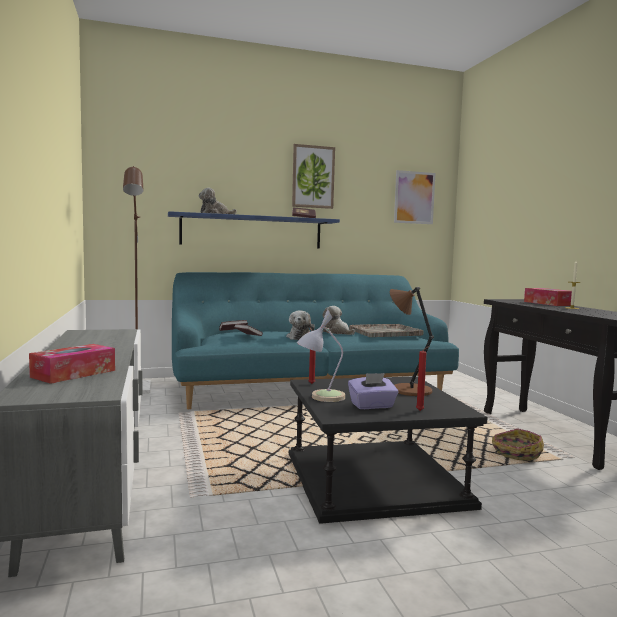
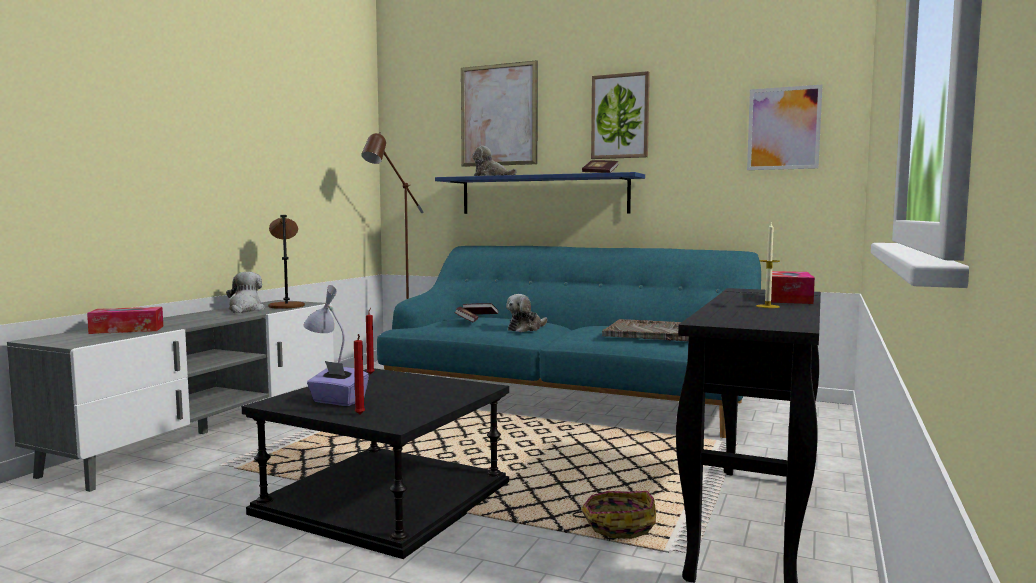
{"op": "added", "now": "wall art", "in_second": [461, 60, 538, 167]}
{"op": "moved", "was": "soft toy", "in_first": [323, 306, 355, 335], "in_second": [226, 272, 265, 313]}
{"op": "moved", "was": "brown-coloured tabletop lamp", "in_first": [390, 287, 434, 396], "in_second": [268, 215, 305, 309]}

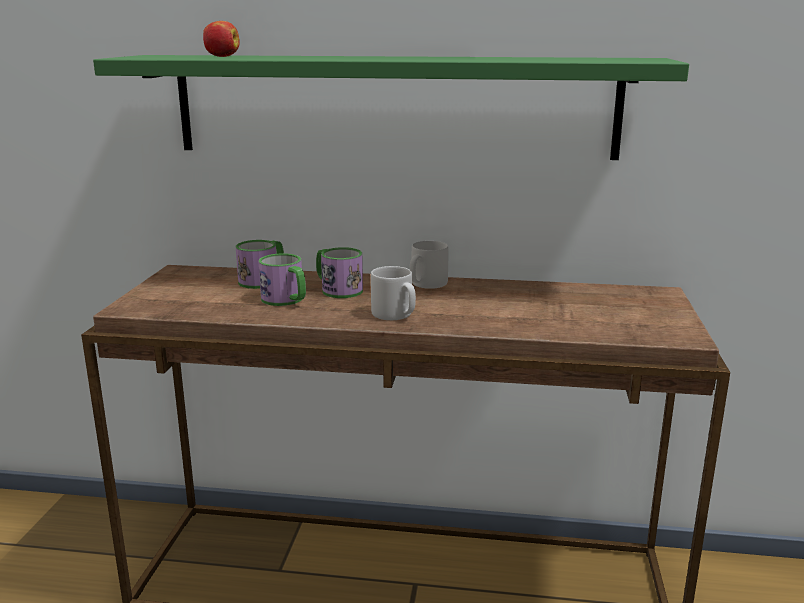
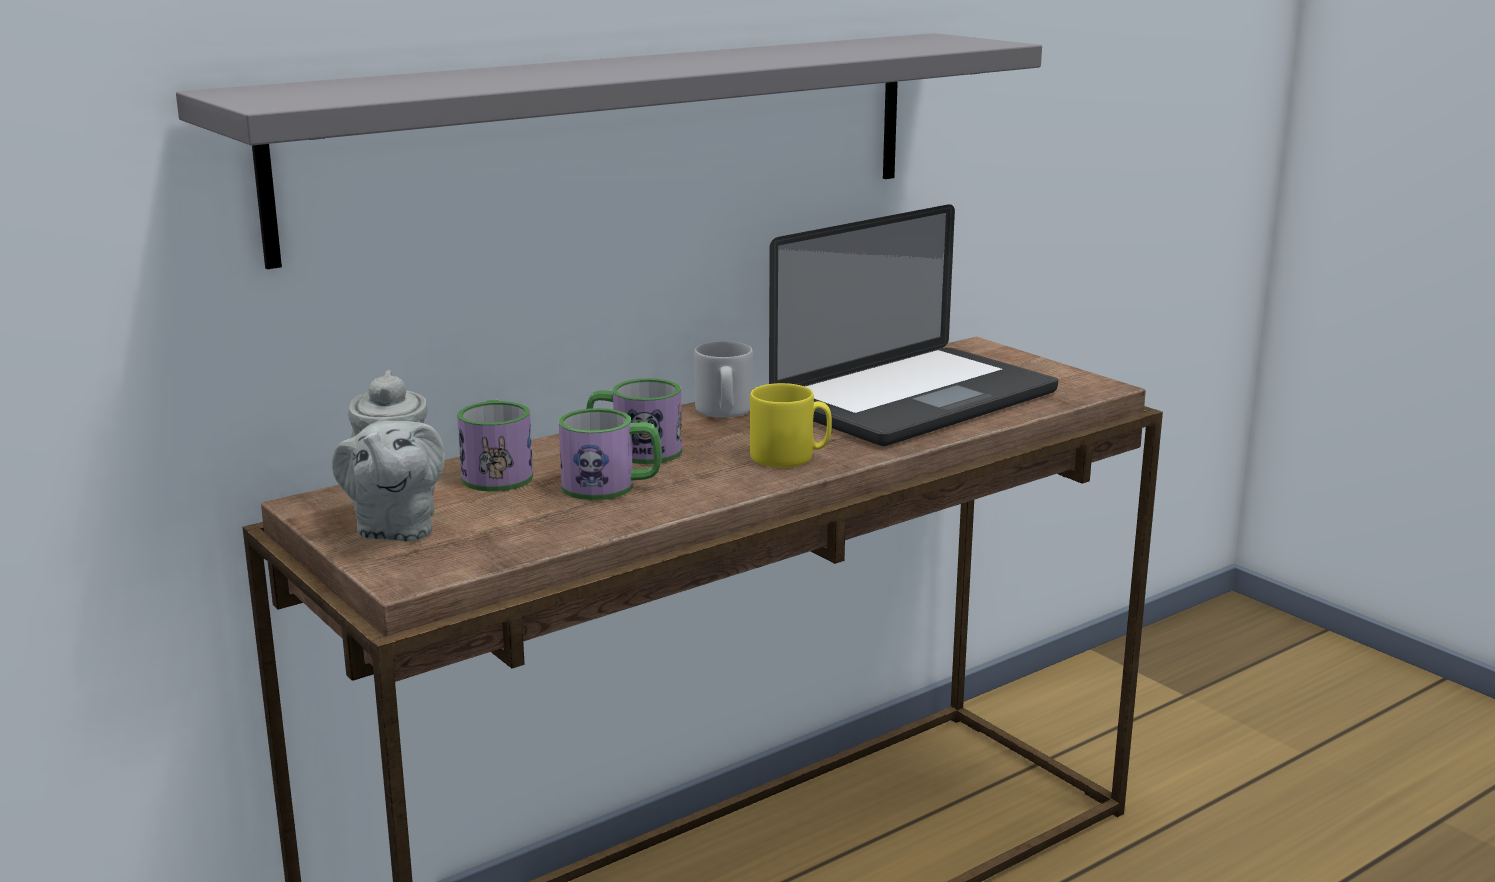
{"op": "removed", "was": "whole apple", "in_first": [203, 21, 240, 57]}
{"op": "added", "now": "greyish tea pot", "in_second": [332, 370, 445, 541]}
{"op": "added", "now": "portable computer", "in_second": [769, 204, 1058, 446]}
{"op": "recoloured", "was": "green-coloured shelf", "now": "greyish shelf", "in_first": [93, 55, 689, 160], "in_second": [176, 33, 1042, 269]}
{"op": "recoloured", "was": "greyish tea mug", "now": "yellow-coloured tea mug", "in_first": [371, 266, 416, 320], "in_second": [750, 383, 832, 468]}

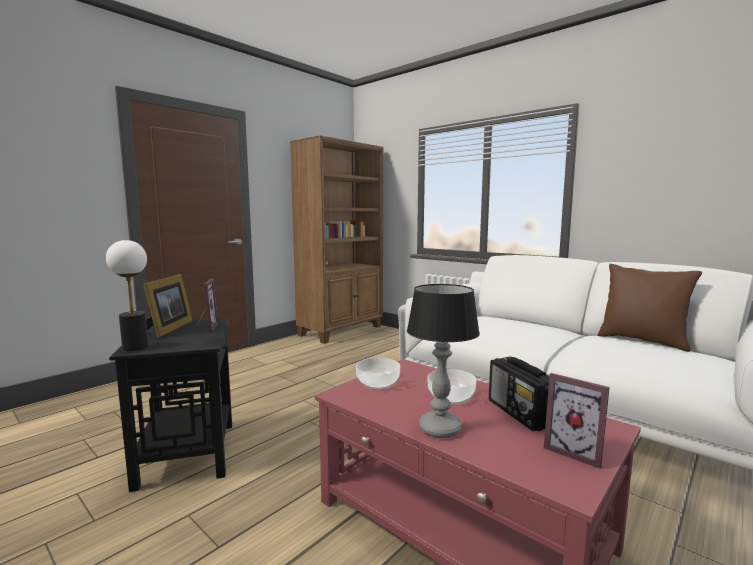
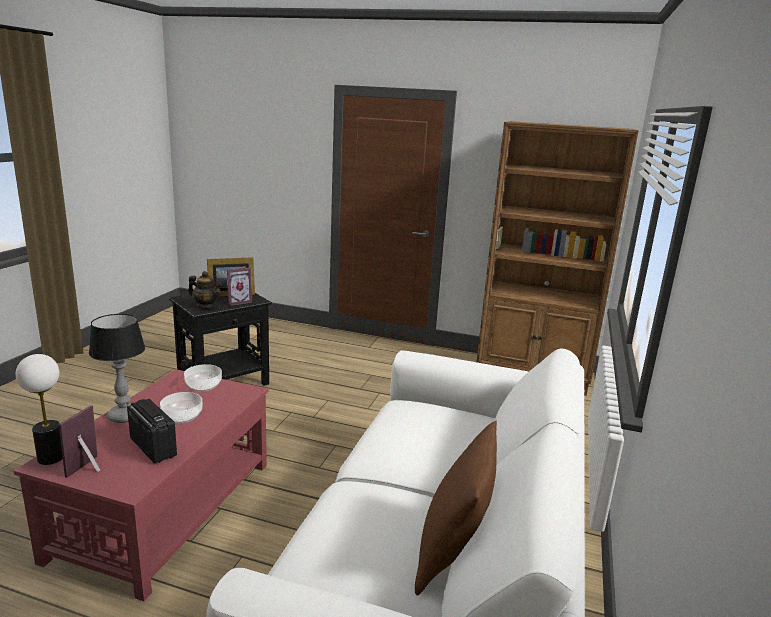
{"op": "added", "now": "tea pot", "in_second": [188, 271, 222, 309]}
{"op": "moved", "was": "tabletop lamp", "in_first": [106, 240, 148, 351], "in_second": [16, 354, 63, 465]}
{"op": "turned", "was": "radio set", "in_first": [489, 357, 550, 431], "in_second": [127, 399, 177, 464], "clockwise": 90}

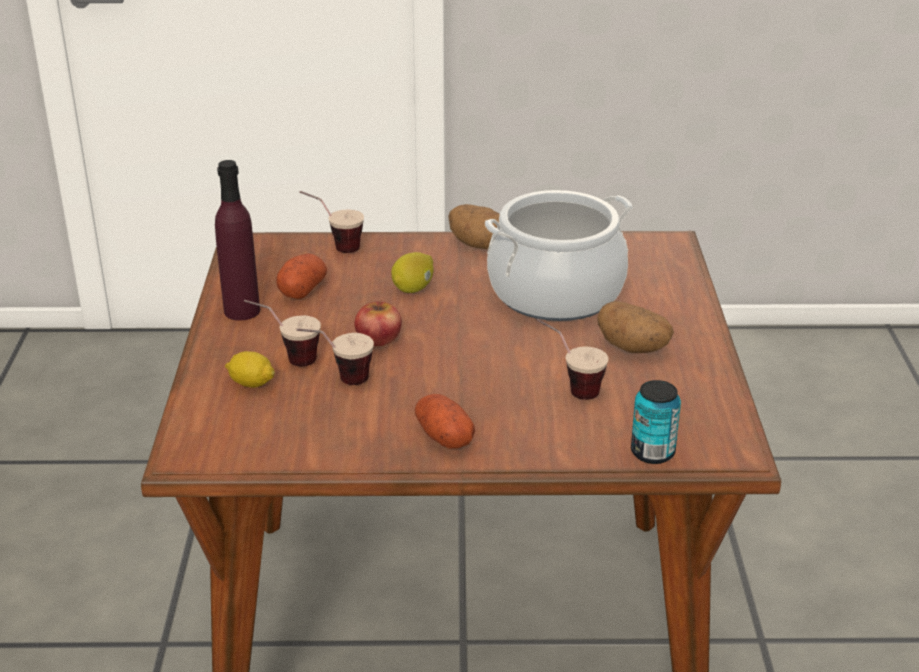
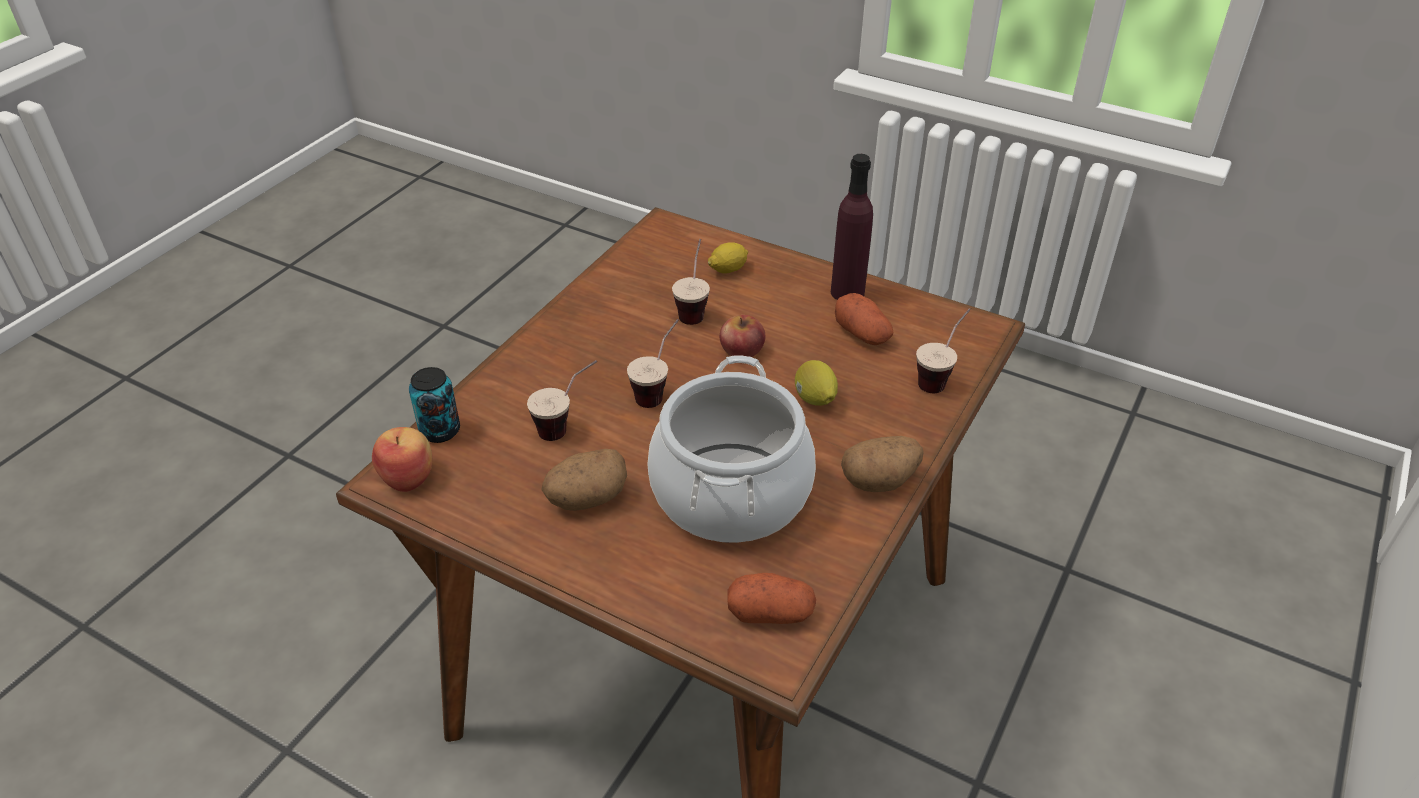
{"op": "added", "now": "whole apple", "in_second": [372, 427, 432, 492]}
{"op": "moved", "was": "drinking cup", "in_first": [244, 299, 321, 366], "in_second": [627, 319, 679, 408]}
{"op": "moved", "was": "whole potato", "in_first": [415, 394, 475, 449], "in_second": [728, 573, 816, 624]}

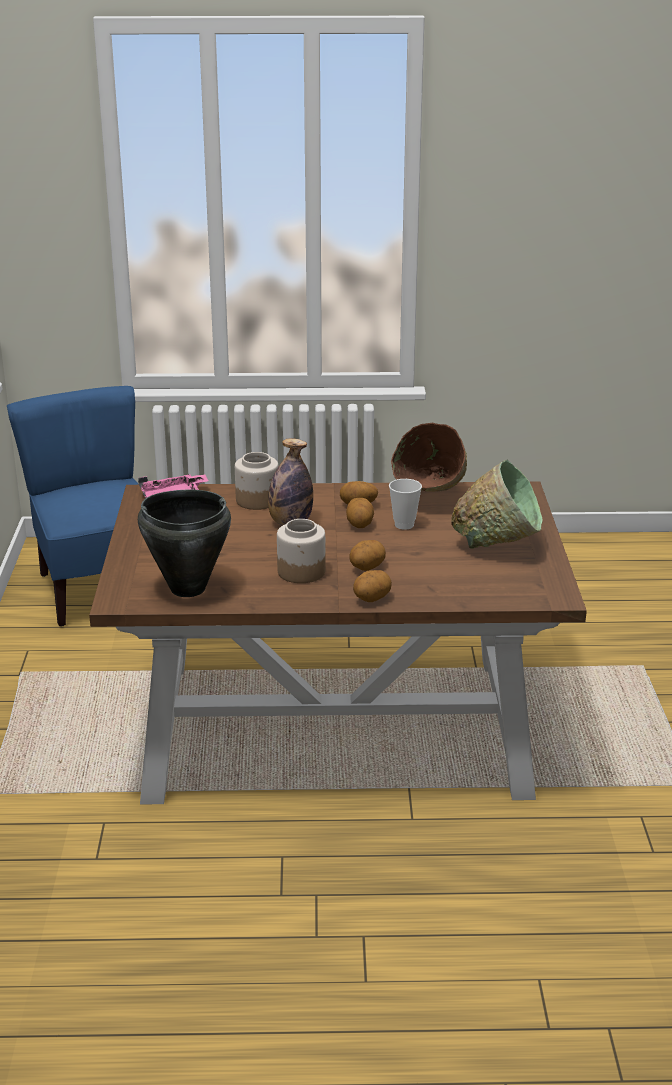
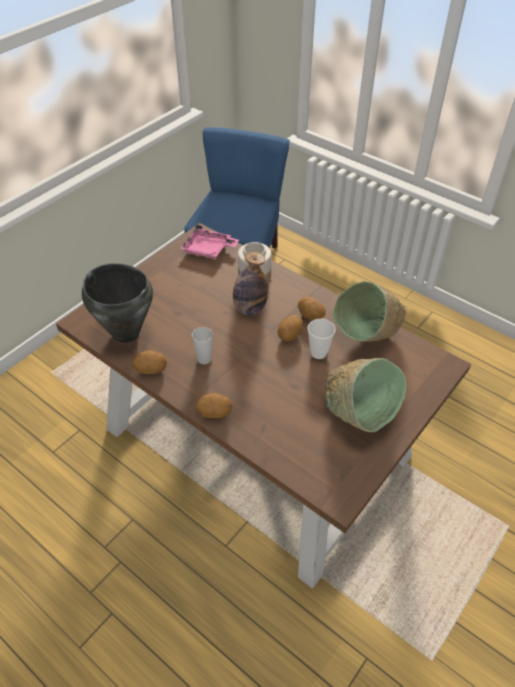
{"op": "moved", "was": "whole potato", "in_first": [349, 540, 386, 571], "in_second": [133, 350, 167, 374]}
{"op": "replaced", "was": "jar", "now": "drinking cup", "in_first": [277, 519, 325, 583], "in_second": [192, 327, 213, 364]}
{"op": "recoloured", "was": "brown-coloured bowl", "now": "green-coloured bowl", "in_first": [391, 423, 467, 492], "in_second": [333, 281, 406, 342]}

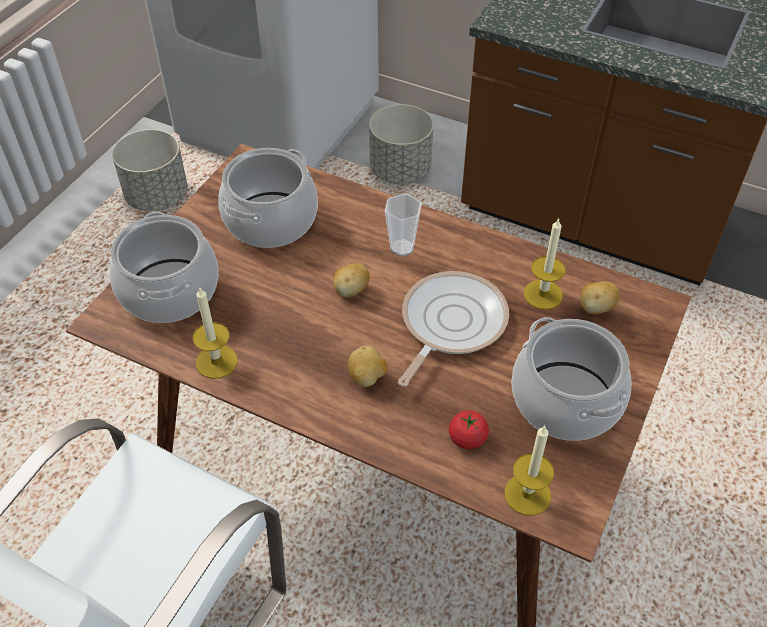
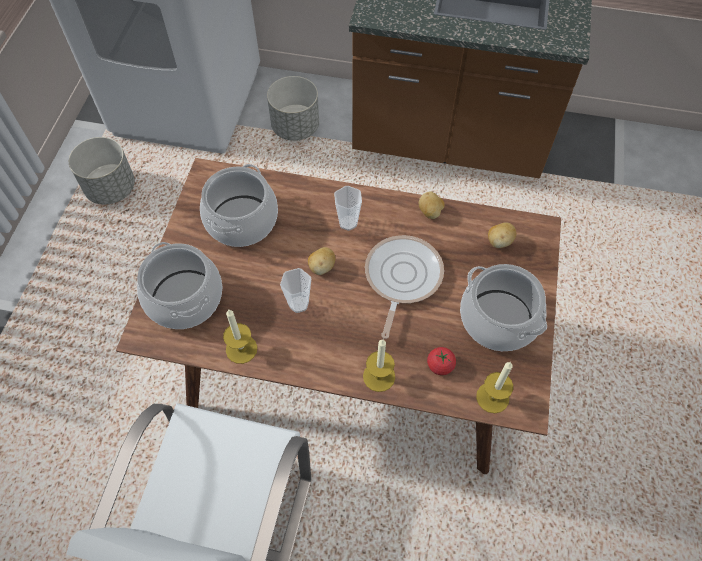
{"op": "added", "now": "drinking cup", "in_second": [280, 268, 311, 313]}
{"op": "moved", "was": "whole potato", "in_first": [348, 346, 388, 387], "in_second": [419, 191, 445, 219]}
{"op": "moved", "was": "wax light", "in_first": [524, 218, 566, 310], "in_second": [363, 339, 395, 392]}

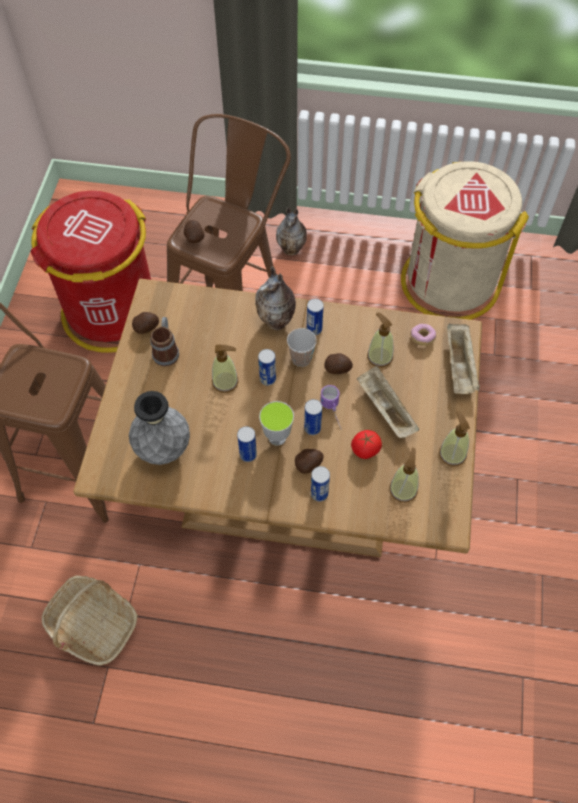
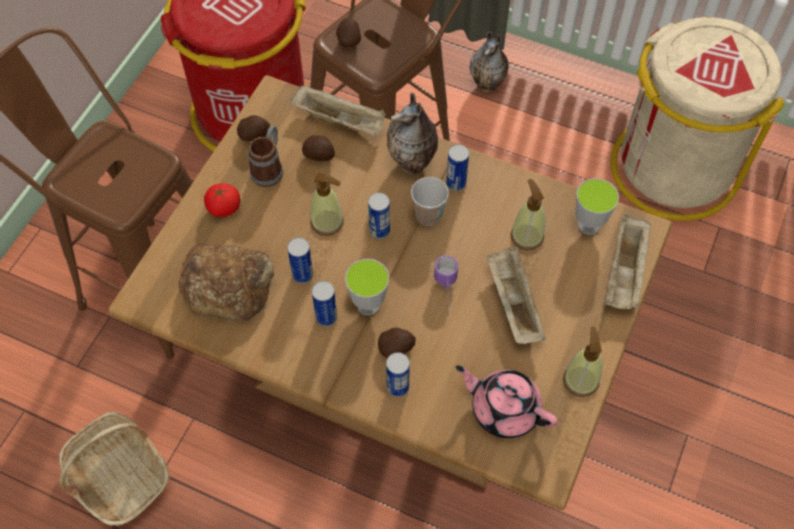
{"op": "added", "now": "sand-coloured tray", "in_second": [290, 84, 386, 136]}
{"op": "moved", "was": "metal can", "in_first": [304, 399, 322, 435], "in_second": [287, 238, 313, 284]}
{"op": "moved", "was": "whole potato", "in_first": [325, 353, 353, 374], "in_second": [302, 135, 335, 161]}
{"op": "moved", "was": "tomato", "in_first": [351, 430, 382, 459], "in_second": [204, 184, 240, 217]}
{"op": "replaced", "was": "greyish flower vase", "now": "baked bread", "in_first": [129, 391, 190, 465], "in_second": [179, 244, 274, 322]}
{"op": "replaced", "was": "soap dispenser", "now": "pinkish tea pot", "in_first": [389, 448, 419, 503], "in_second": [456, 365, 558, 438]}
{"op": "replaced", "was": "donut", "now": "drinking cup", "in_first": [410, 324, 436, 346], "in_second": [575, 178, 619, 235]}

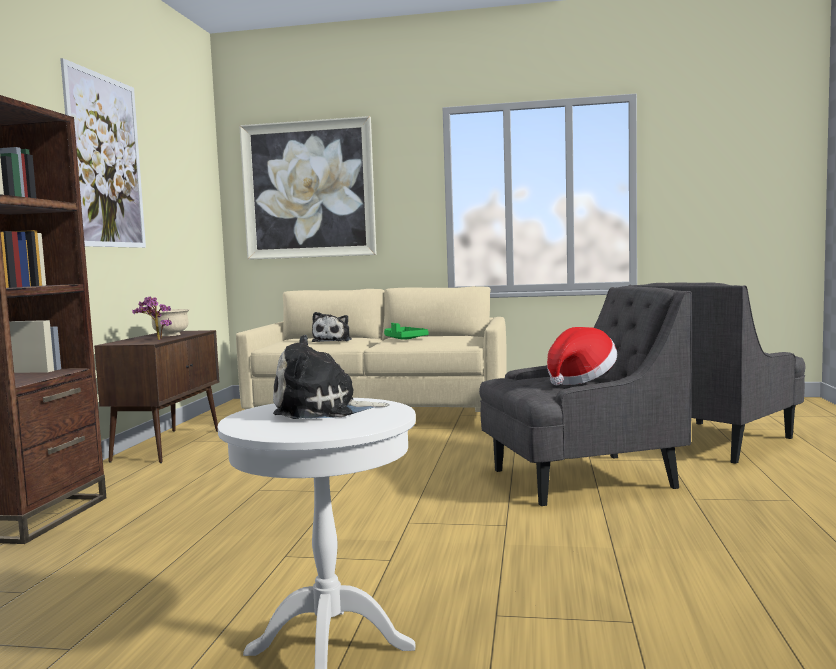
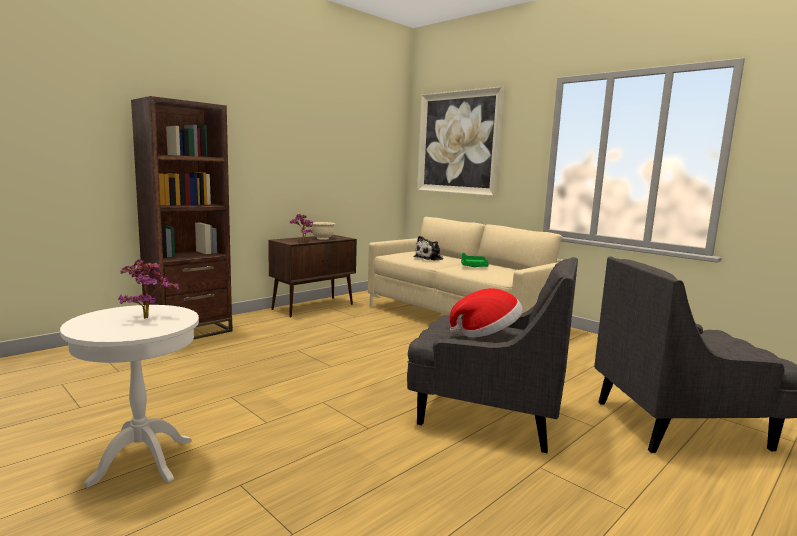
{"op": "removed", "was": "wall art", "in_first": [60, 58, 146, 248]}
{"op": "replaced", "was": "soft toy", "now": "houseplant", "in_first": [273, 335, 390, 419], "in_second": [118, 259, 179, 319]}

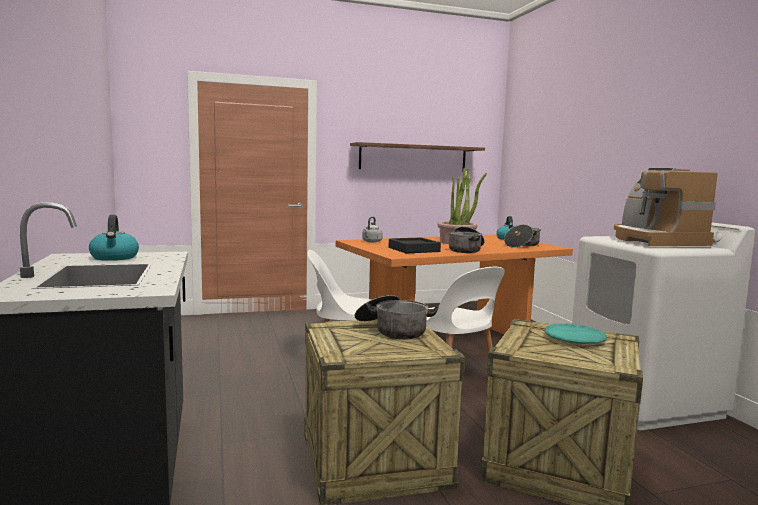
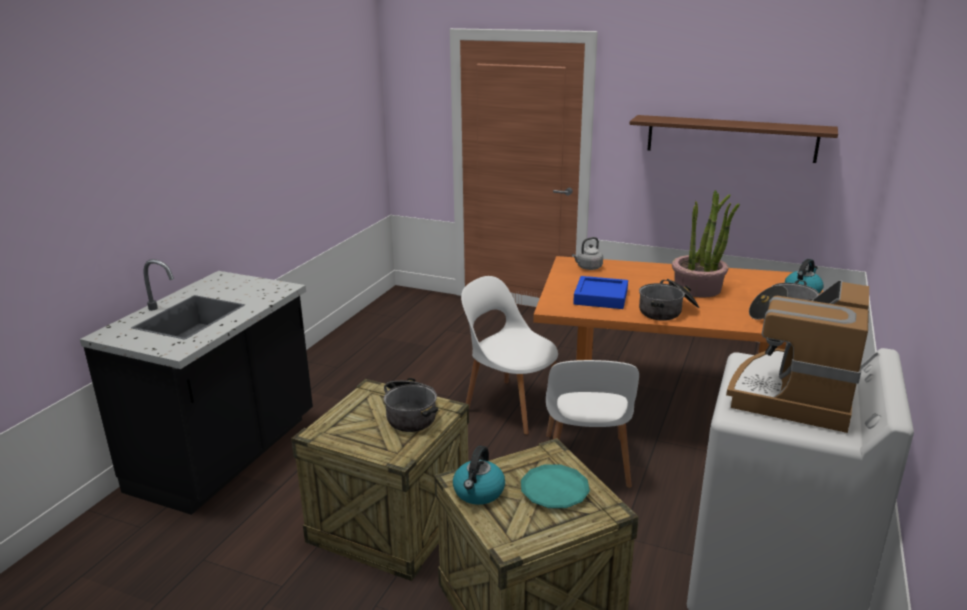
{"op": "moved", "was": "water kettle", "in_first": [89, 215, 139, 261], "in_second": [453, 446, 505, 505]}
{"op": "recoloured", "was": "black tray", "now": "blue tray", "in_first": [389, 237, 441, 254], "in_second": [573, 276, 628, 309]}

